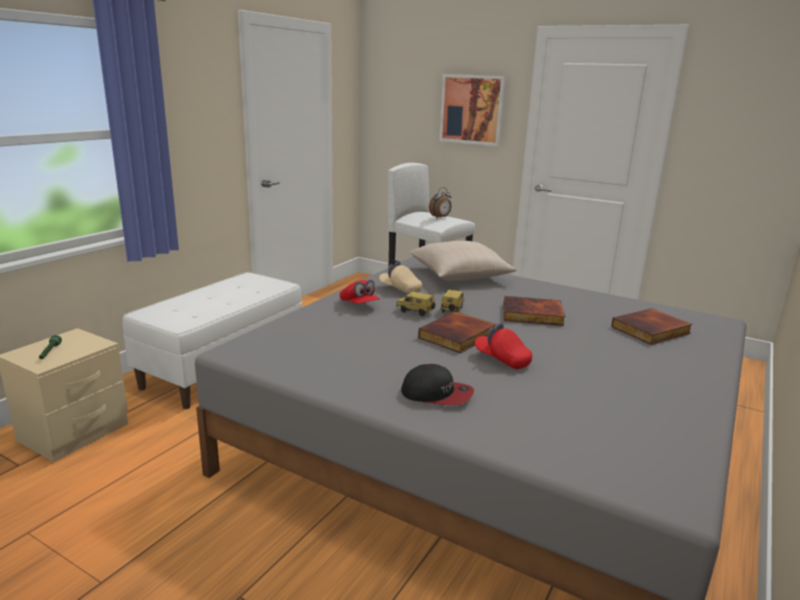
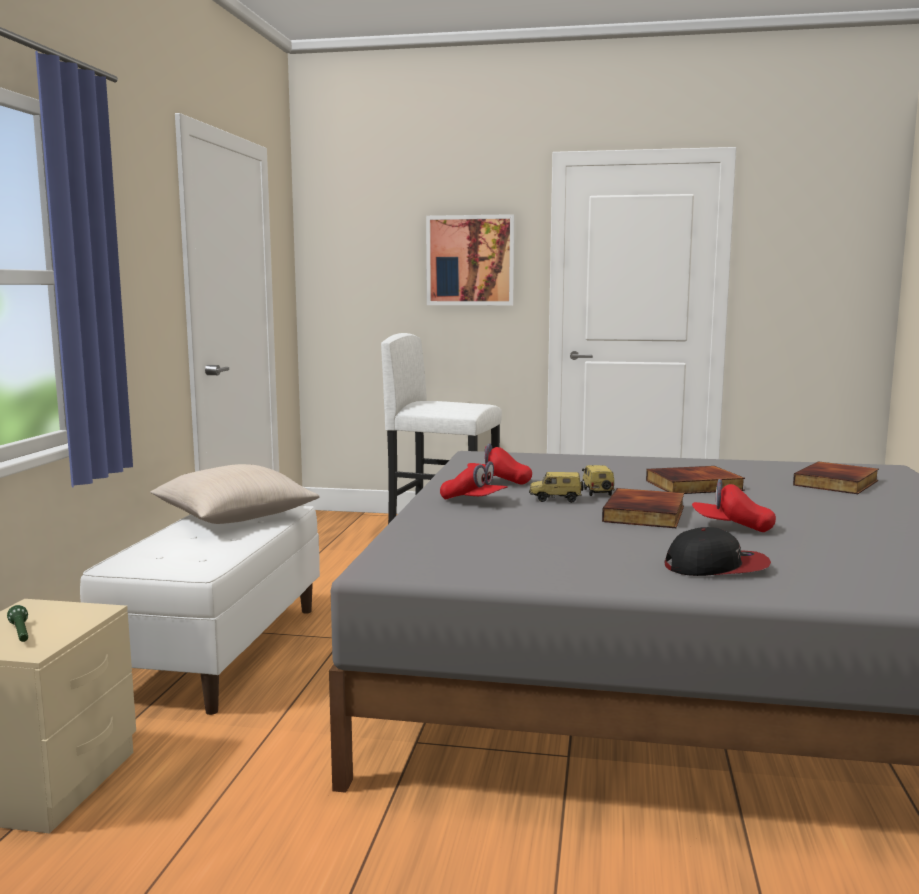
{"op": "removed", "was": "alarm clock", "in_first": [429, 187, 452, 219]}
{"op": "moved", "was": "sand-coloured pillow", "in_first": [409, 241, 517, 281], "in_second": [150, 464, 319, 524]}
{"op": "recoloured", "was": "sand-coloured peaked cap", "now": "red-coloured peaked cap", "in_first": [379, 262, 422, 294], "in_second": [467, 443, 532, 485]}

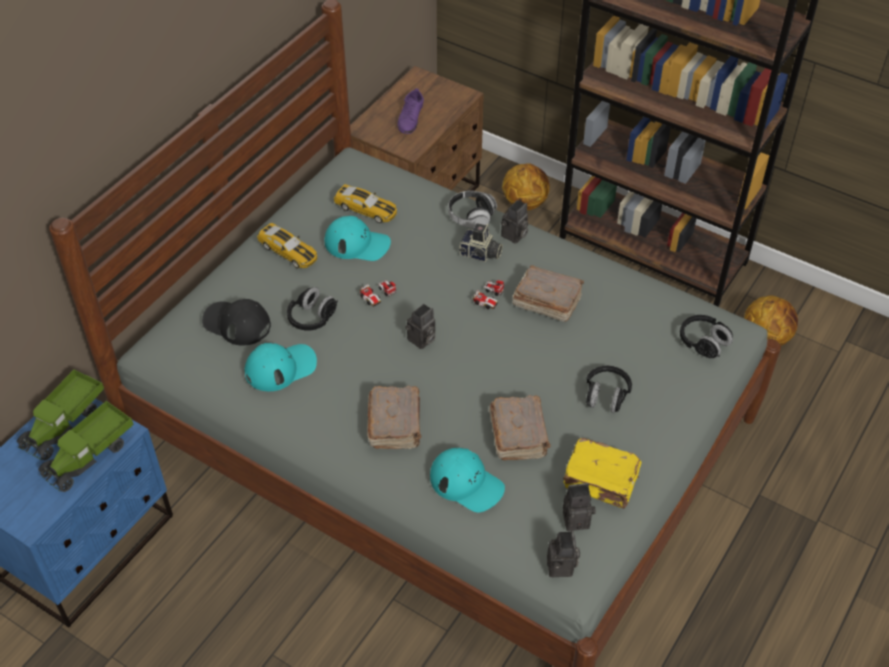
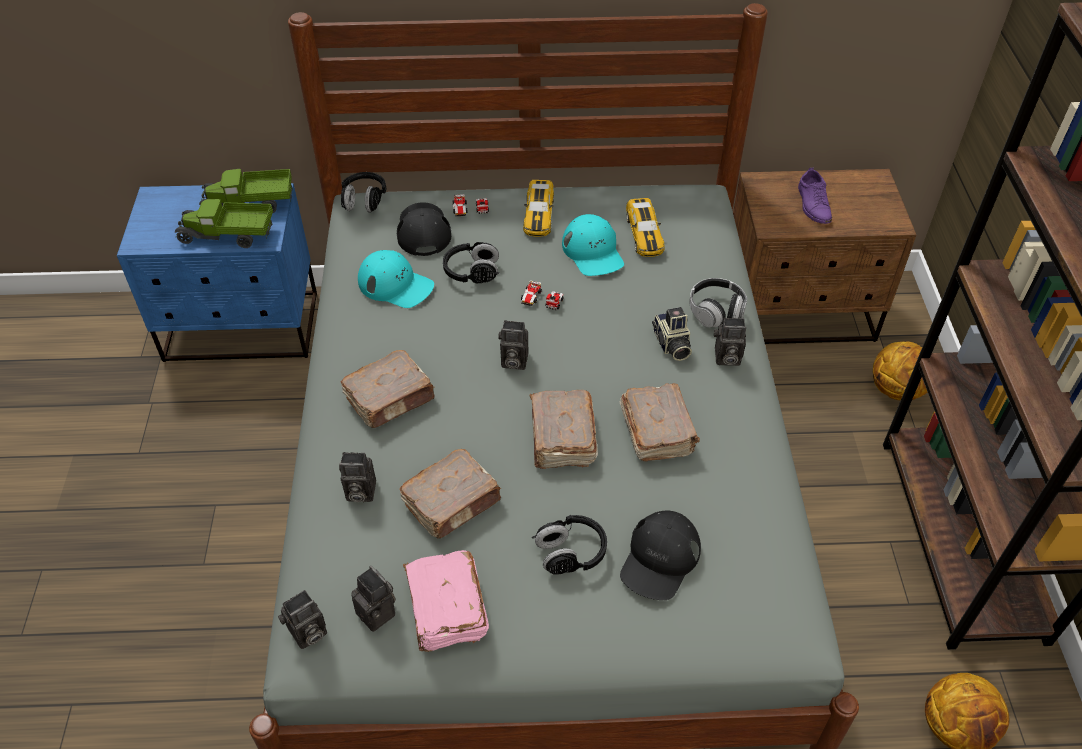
{"op": "added", "now": "brown-coloured book", "in_second": [530, 390, 598, 469]}
{"op": "added", "now": "black peaked cap", "in_second": [620, 511, 701, 600]}
{"op": "moved", "was": "model car", "in_first": [473, 280, 505, 310], "in_second": [453, 194, 489, 216]}
{"op": "moved", "was": "black headphones", "in_first": [680, 315, 733, 358], "in_second": [341, 172, 386, 213]}
{"op": "replaced", "was": "turquoise-coloured peaked cap", "now": "photo camera", "in_first": [430, 448, 505, 513], "in_second": [339, 452, 376, 502]}
{"op": "recoloured", "was": "yellow-coloured book", "now": "pinkish book", "in_first": [563, 438, 641, 509], "in_second": [403, 550, 489, 652]}
{"op": "turned", "was": "purple-coloured shoe", "in_first": [398, 88, 424, 134], "in_second": [798, 168, 832, 224], "clockwise": -75}

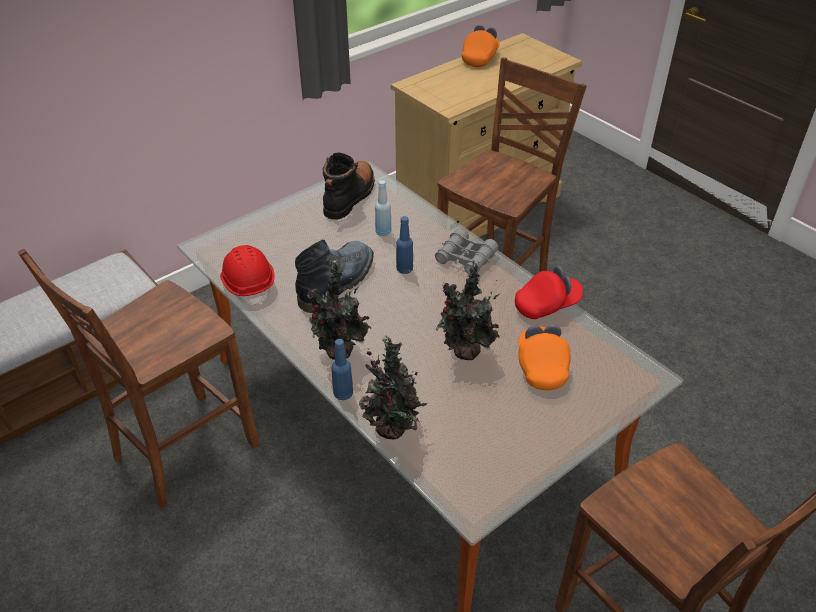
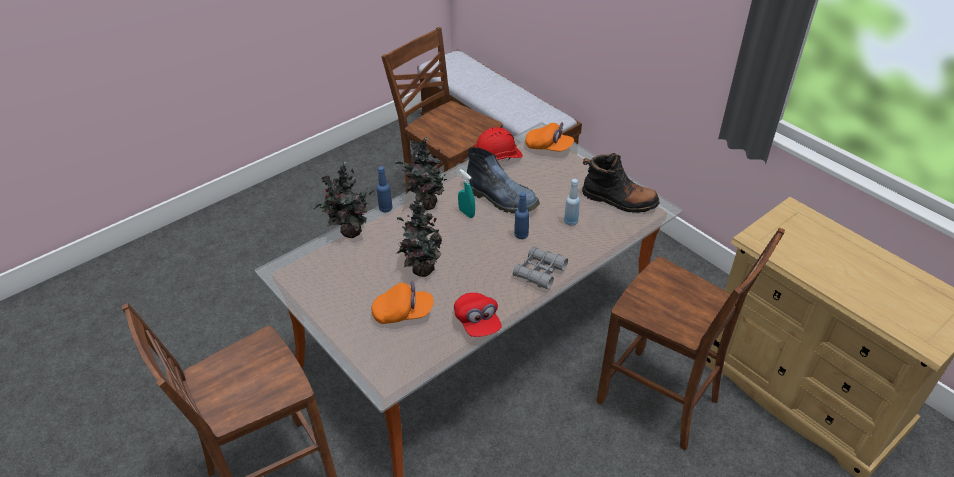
{"op": "added", "now": "turquoise-coloured hand sprayer", "in_second": [458, 169, 475, 218]}
{"op": "moved", "was": "orangey peaked cap", "in_first": [462, 25, 500, 67], "in_second": [525, 122, 574, 152]}

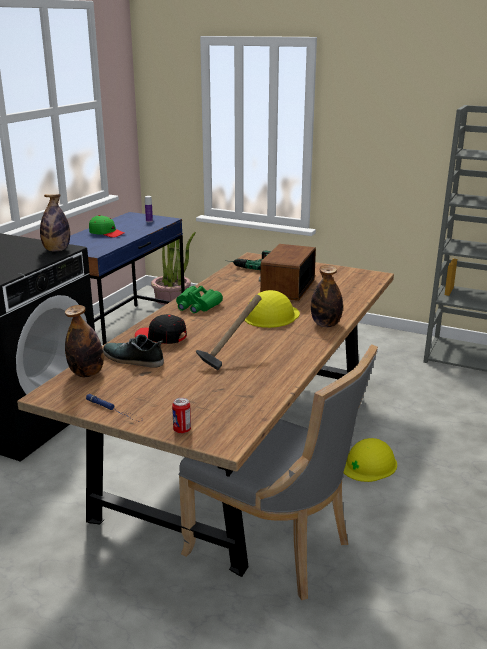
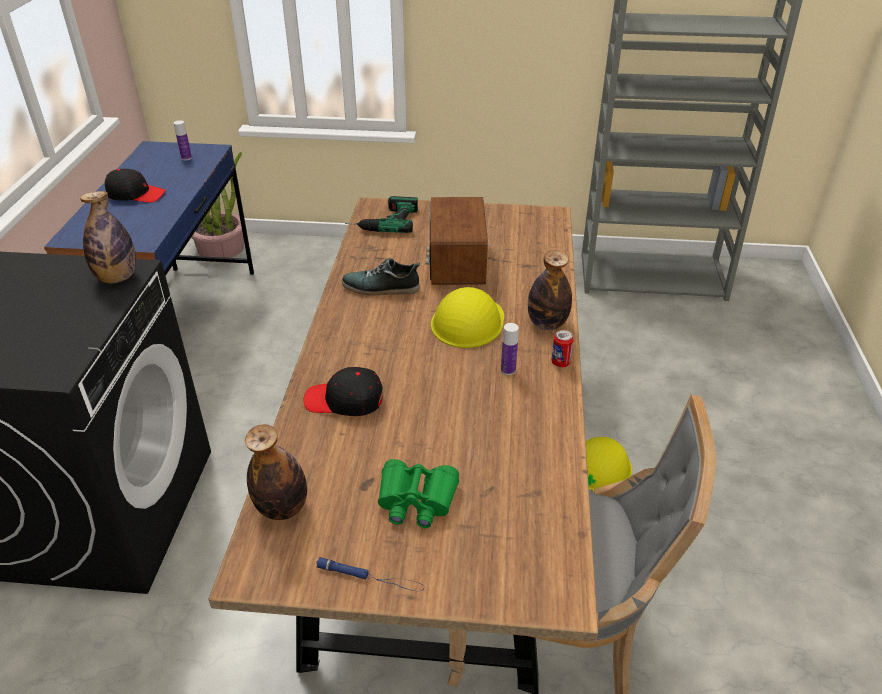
{"op": "removed", "was": "tool hammer", "in_first": [196, 295, 262, 370]}
{"op": "added", "now": "bottle", "in_second": [501, 323, 519, 375]}
{"op": "moved", "was": "shoe", "in_first": [103, 334, 164, 368], "in_second": [342, 258, 420, 296]}
{"op": "moved", "was": "metal can", "in_first": [172, 398, 191, 434], "in_second": [551, 330, 574, 367]}
{"op": "moved", "was": "green-coloured field glasses", "in_first": [176, 286, 223, 313], "in_second": [378, 459, 459, 528]}
{"op": "recoloured", "was": "green-coloured peaked cap", "now": "black peaked cap", "in_first": [89, 215, 124, 238], "in_second": [105, 169, 165, 203]}

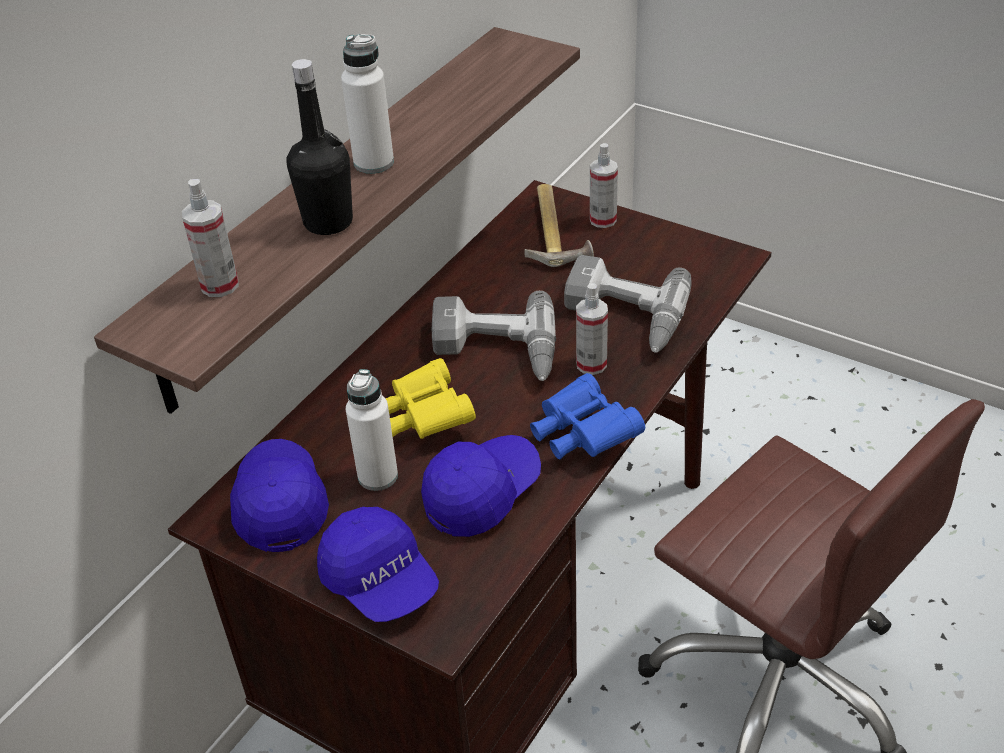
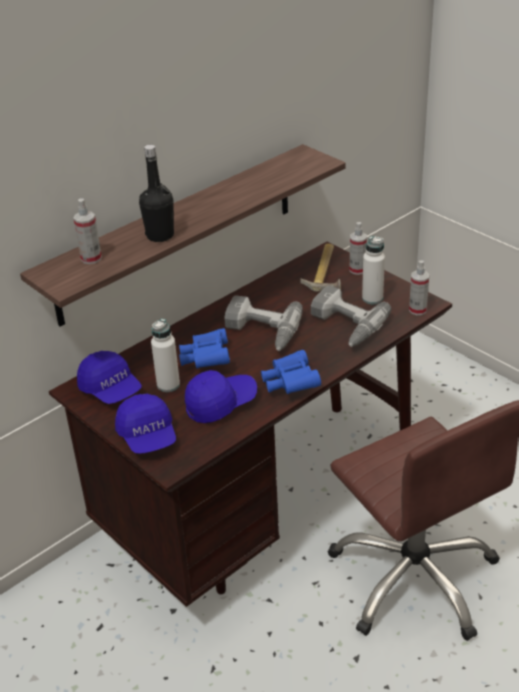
{"op": "moved", "was": "whitish bottle", "in_first": [341, 34, 394, 174], "in_second": [362, 236, 385, 305]}
{"op": "moved", "was": "hand sprayer", "in_first": [576, 283, 608, 375], "in_second": [409, 260, 429, 315]}
{"op": "recoloured", "was": "yellow-coloured field glasses", "now": "blue field glasses", "in_first": [385, 358, 476, 439], "in_second": [179, 328, 230, 368]}
{"op": "turned", "was": "blue peaked cap", "in_first": [230, 439, 329, 552], "in_second": [77, 351, 142, 404], "clockwise": 135}

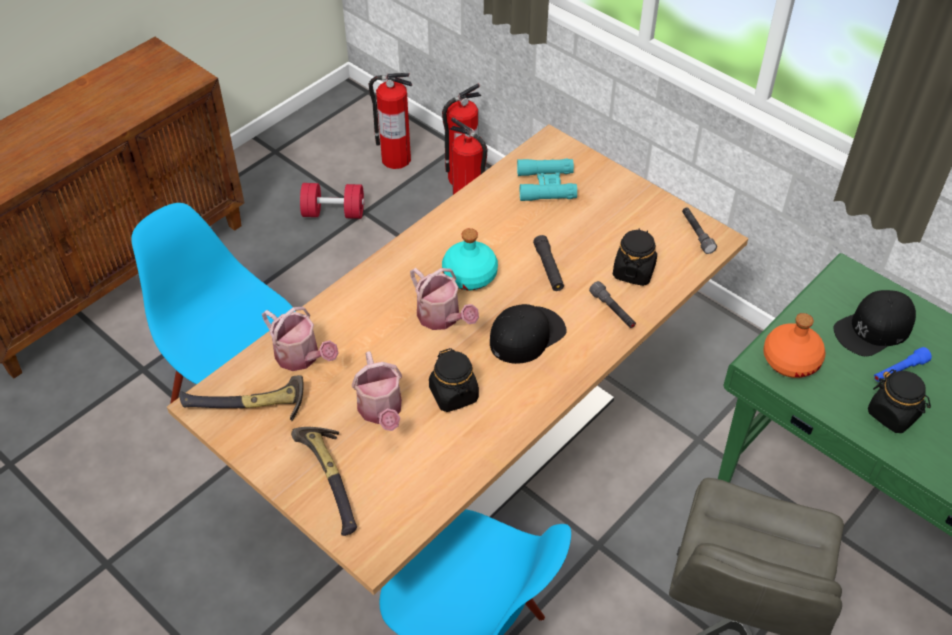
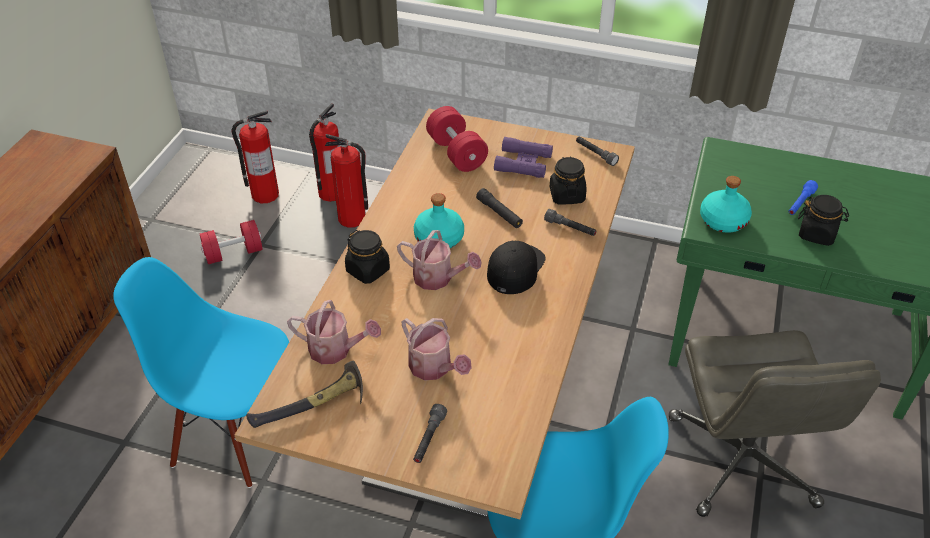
{"op": "removed", "was": "black peaked cap", "in_first": [833, 290, 916, 357]}
{"op": "added", "now": "purple-coloured field glasses", "in_second": [494, 137, 553, 178]}
{"op": "moved", "was": "black jar", "in_first": [429, 348, 479, 412], "in_second": [345, 230, 390, 284]}
{"op": "replaced", "was": "tool hammer", "now": "greyish hand torch", "in_first": [291, 427, 357, 536], "in_second": [413, 404, 447, 463]}
{"op": "replaced", "was": "turquoise-coloured field glasses", "now": "red-coloured dumbbell", "in_first": [517, 159, 577, 201], "in_second": [426, 106, 488, 172]}
{"op": "recoloured", "was": "orangey bottle", "now": "turquoise-coloured bottle", "in_first": [763, 313, 825, 378], "in_second": [700, 176, 752, 232]}

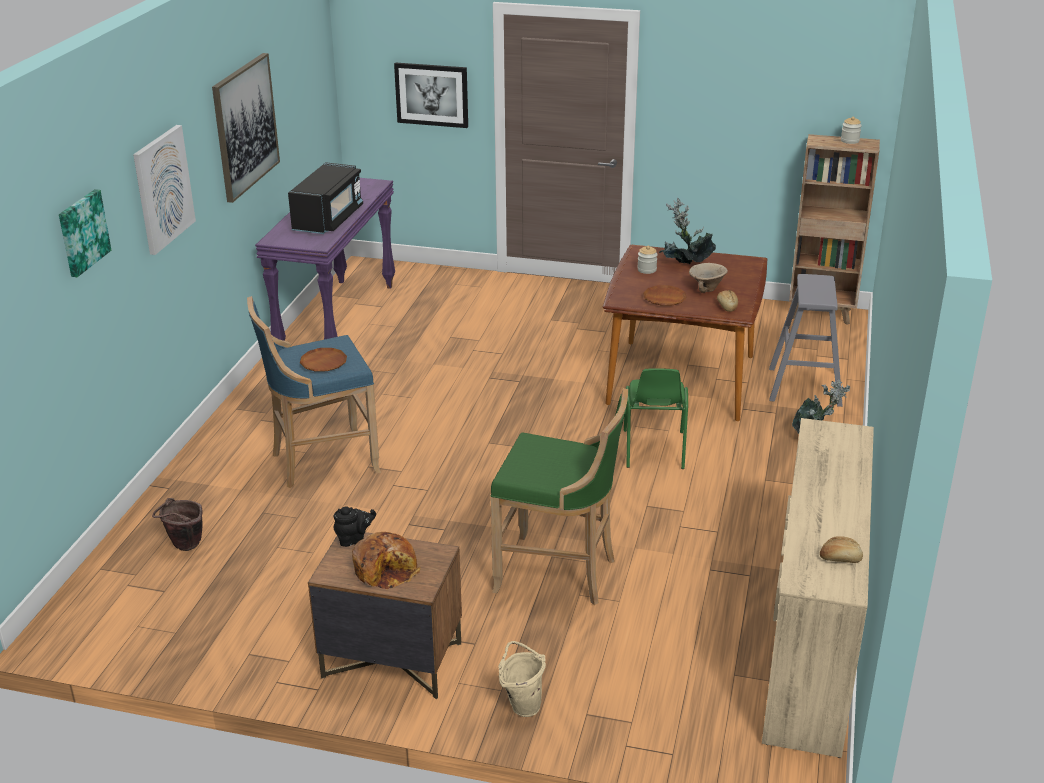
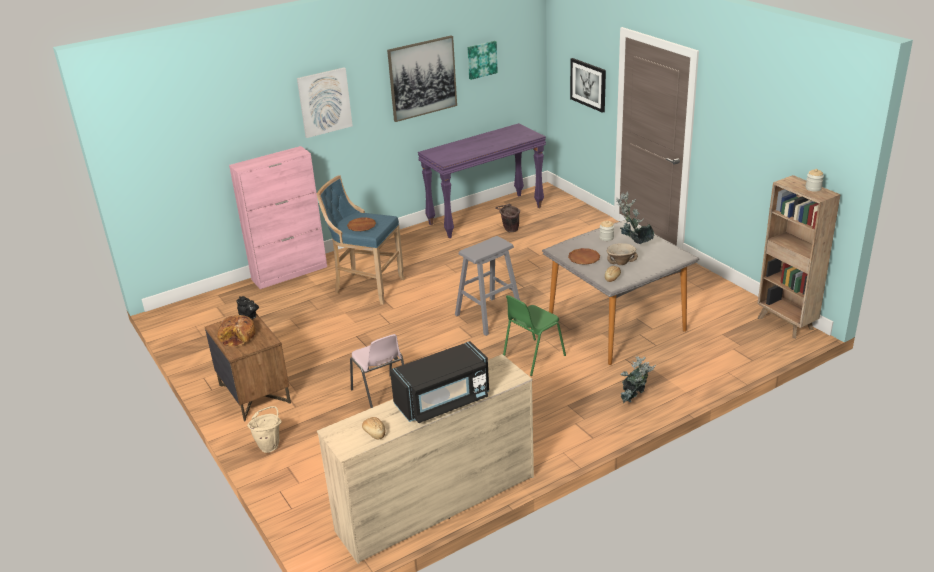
{"op": "added", "now": "pinkish cupboard", "in_second": [229, 146, 327, 289]}
{"op": "moved", "was": "wall art", "in_first": [59, 189, 111, 277], "in_second": [468, 41, 498, 80]}
{"op": "moved", "was": "brown-coloured bucket", "in_first": [152, 498, 203, 551], "in_second": [495, 203, 520, 232]}
{"op": "moved", "was": "black microwave oven", "in_first": [288, 162, 363, 234], "in_second": [390, 341, 489, 423]}
{"op": "moved", "was": "greyish sitting stool", "in_first": [769, 274, 843, 407], "in_second": [455, 236, 520, 336]}
{"op": "replaced", "was": "green-coloured sitting stool", "now": "pinkish upright chair", "in_first": [490, 388, 628, 605], "in_second": [350, 334, 404, 408]}
{"op": "recoloured", "was": "brown-coloured dinner table", "now": "greyish dinner table", "in_first": [603, 245, 767, 421], "in_second": [542, 220, 699, 365]}

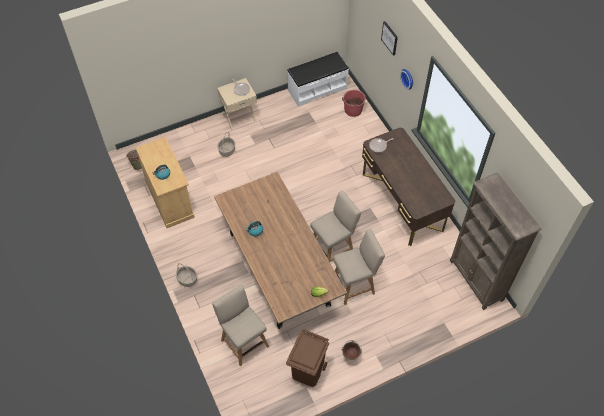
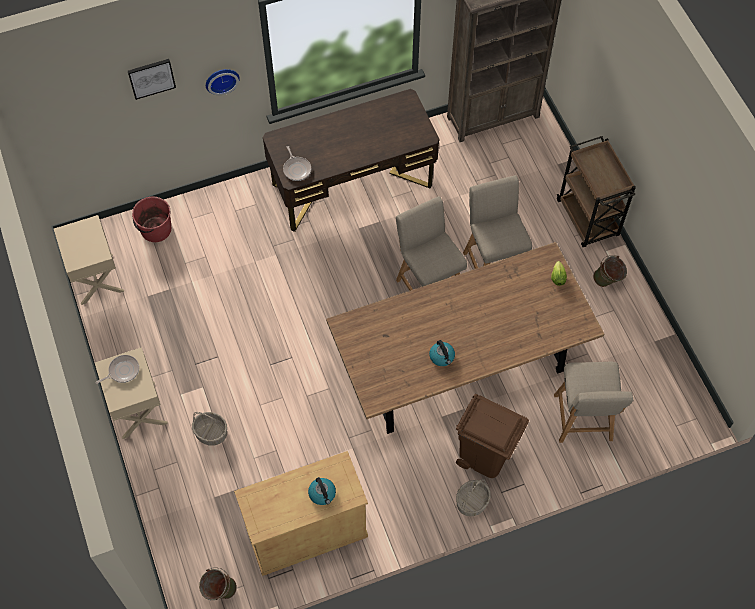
{"op": "added", "now": "brown-coloured wheeled cart", "in_second": [557, 136, 636, 247]}
{"op": "moved", "was": "brown-coloured rubbish bin", "in_first": [286, 329, 329, 387], "in_second": [456, 394, 529, 478]}
{"op": "replaced", "was": "whitish indoor bench", "now": "sand-coloured bedside table", "in_first": [287, 52, 349, 107], "in_second": [54, 215, 124, 305]}
{"op": "turned", "was": "sand-coloured upright chair", "in_first": [212, 285, 269, 367], "in_second": [554, 361, 633, 443], "clockwise": -60}

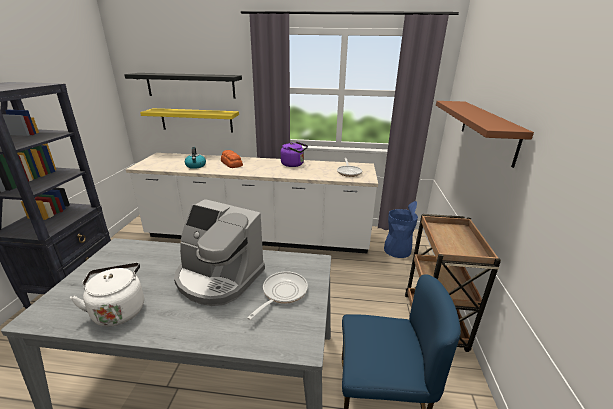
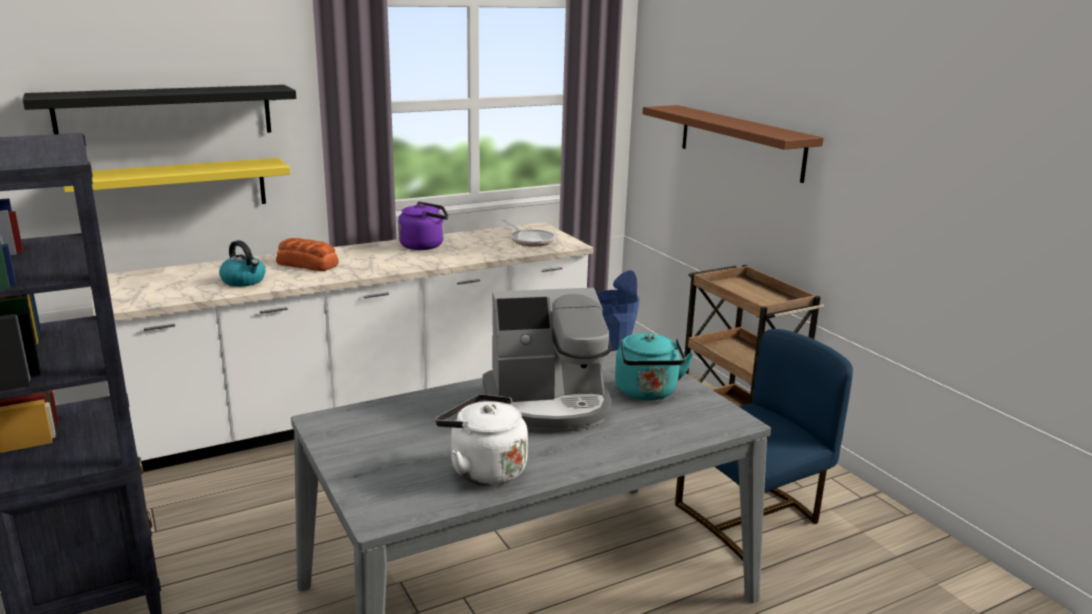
{"op": "replaced", "was": "skillet", "now": "turquoise-coloured water kettle", "in_first": [247, 271, 308, 320], "in_second": [615, 333, 693, 400]}

